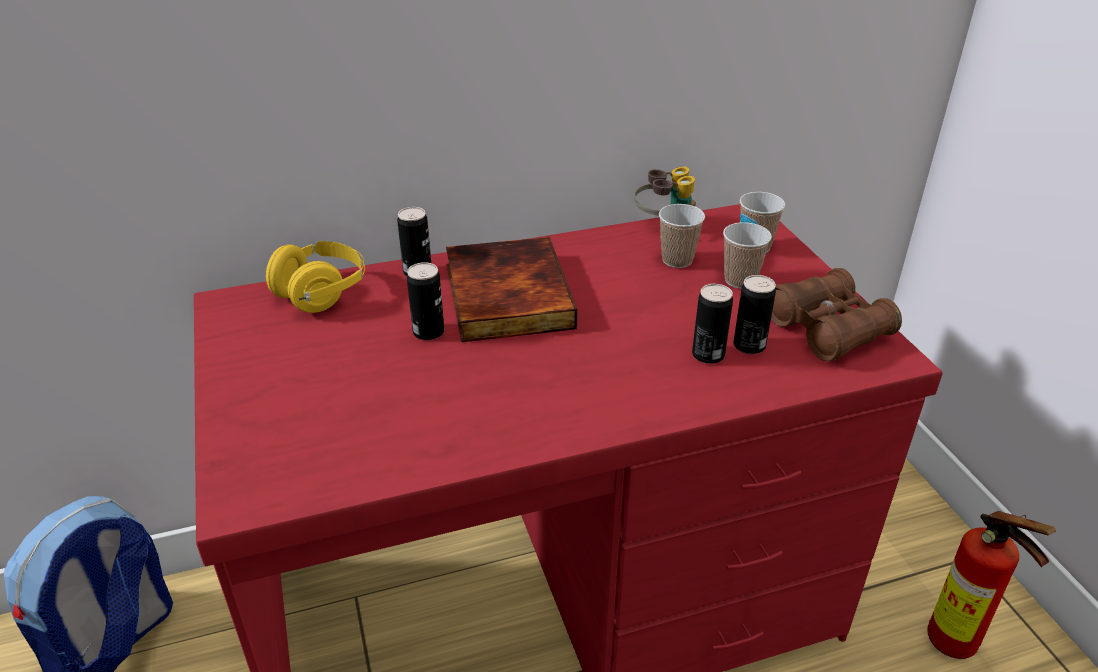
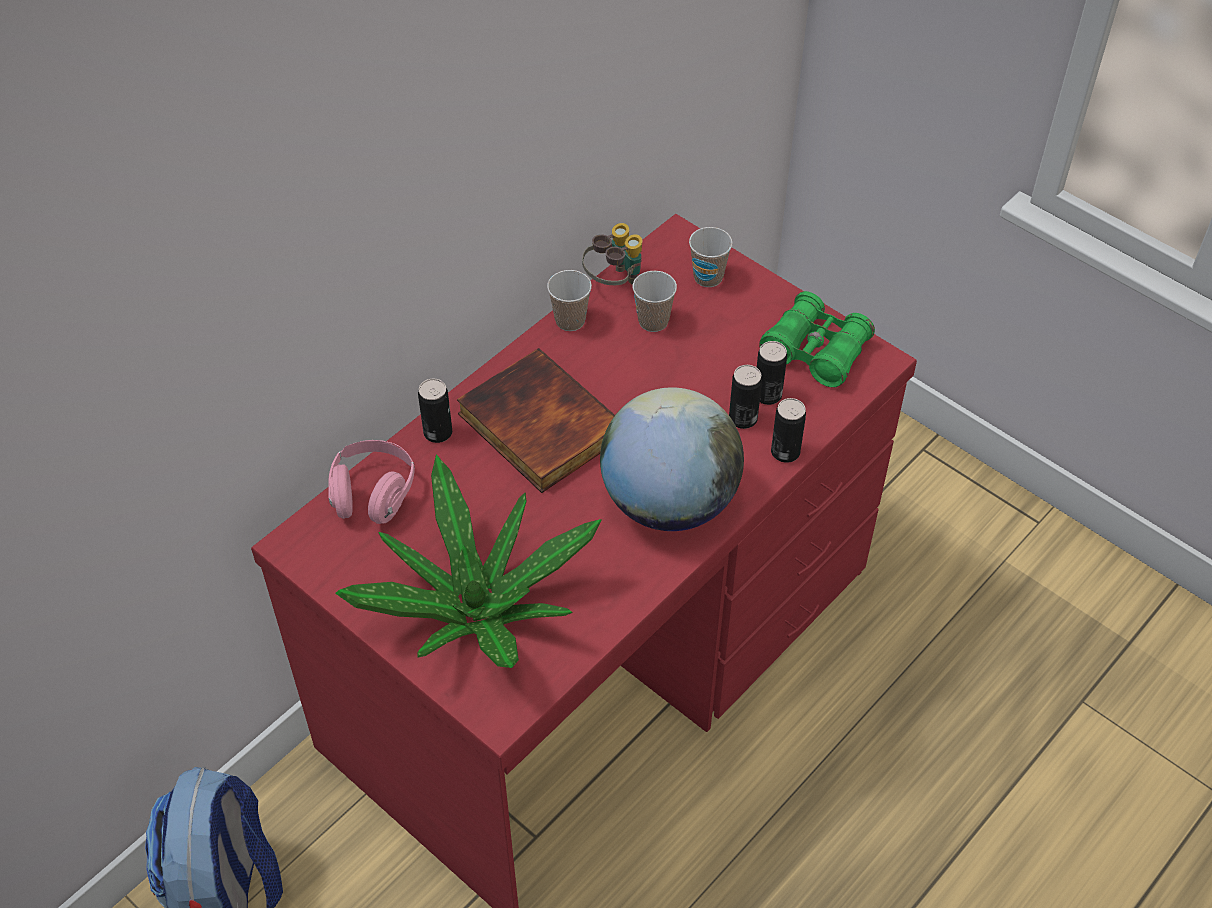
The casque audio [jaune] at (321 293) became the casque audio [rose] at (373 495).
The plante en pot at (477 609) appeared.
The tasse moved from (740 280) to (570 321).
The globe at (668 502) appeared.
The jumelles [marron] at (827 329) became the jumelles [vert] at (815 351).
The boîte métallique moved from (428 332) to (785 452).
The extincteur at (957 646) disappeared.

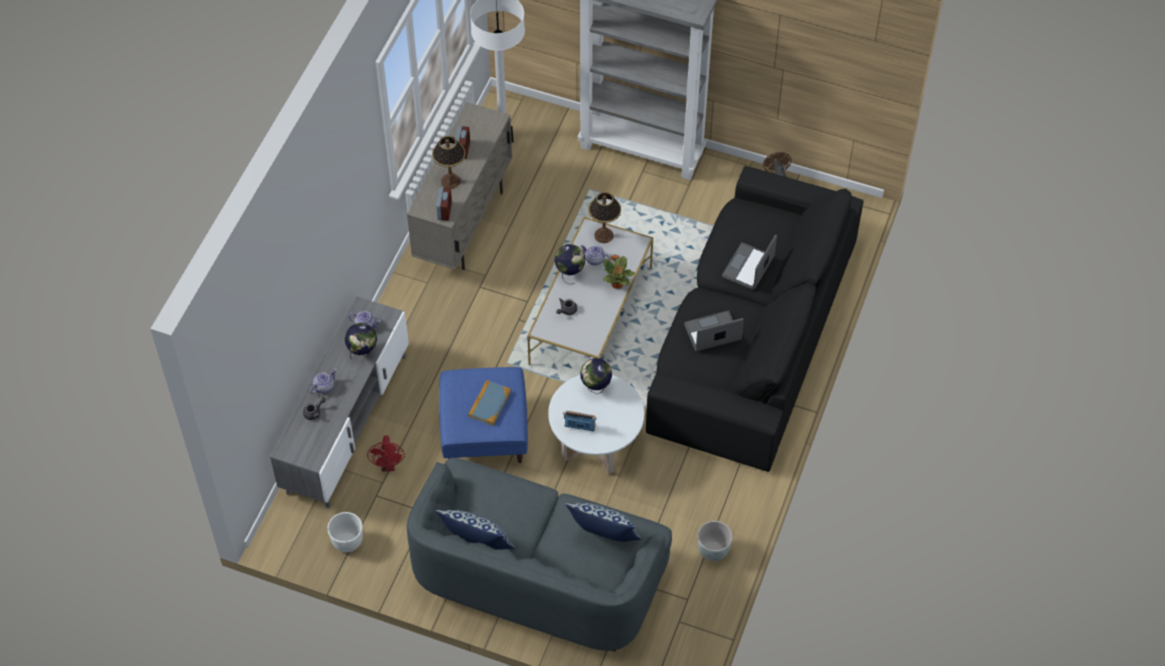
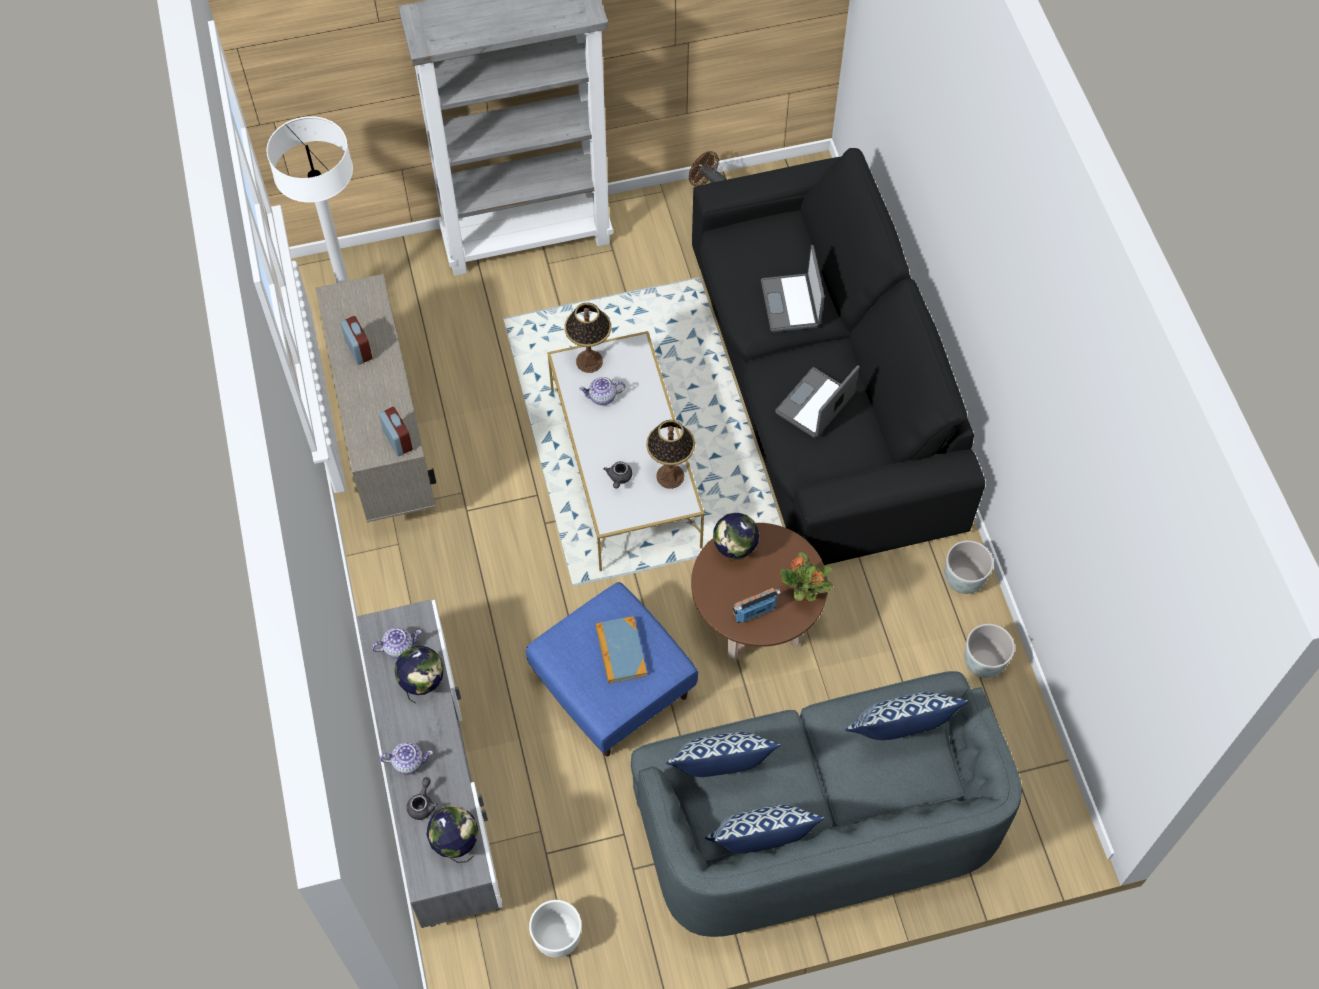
The théière at (324 387) turned 75 degrees clockwise.
The globe moved from (570 273) to (456 844).
The lampe de table moved from (450 181) to (670 476).
The coussin at (719 770) appeared.
The table basse [blanc] at (596 445) became the table basse [marron] at (755 621).
The plante en pot moved from (617 285) to (805 593).
The cache-pot [gris] at (964 580) appeared.
The ventilateur [rouge] at (388 465) disappeared.

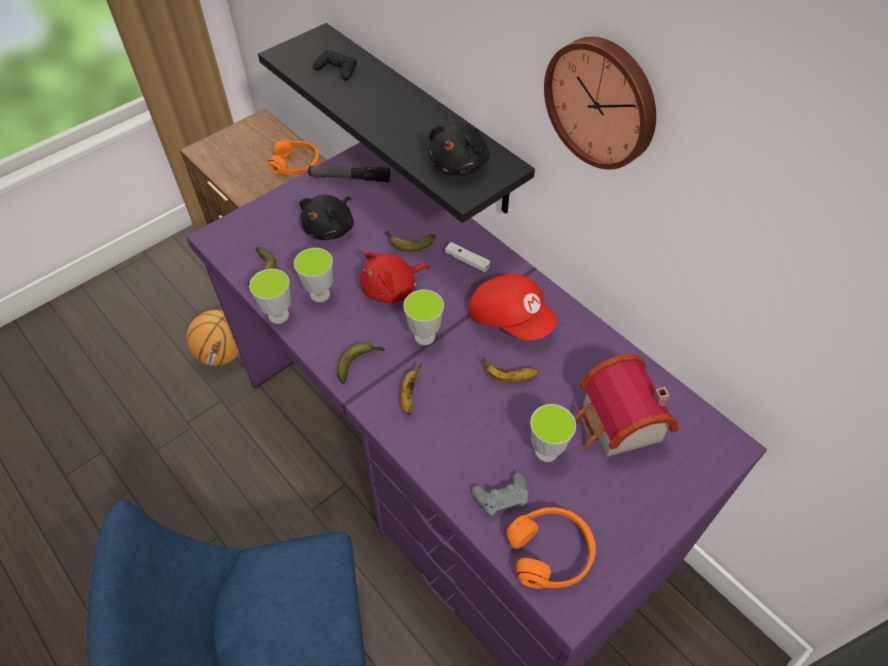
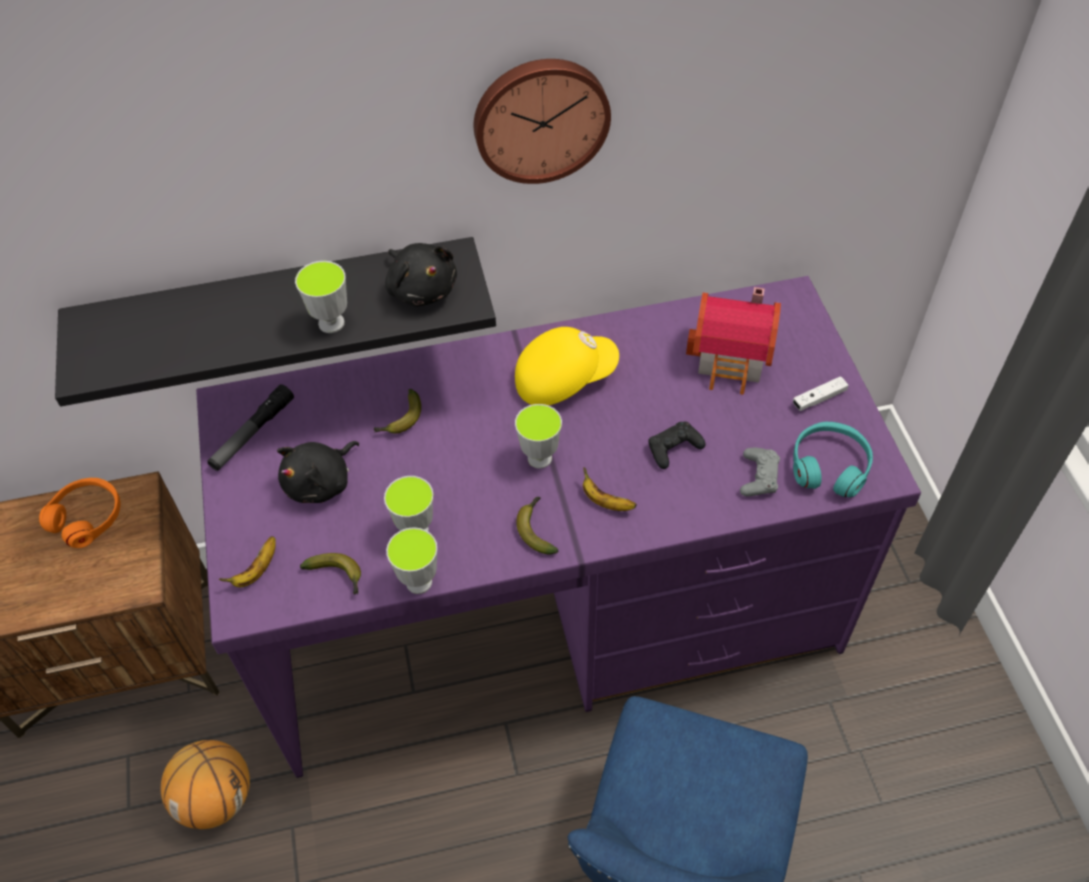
The banane moved from (509 377) to (256 571).
The peluche [noir] at (331 228) turned 75 degrees clockwise.
The tasse moved from (546 451) to (331 323).
The casquette [rouge] at (511 318) became the casquette [jaune] at (564 378).
The manette [noir] moved from (337 70) to (674 448).
The manette [blanc] moved from (467 261) to (819 398).
The casque audio [orange] at (550 552) became the casque audio [turquoise] at (829 466).
The peluche [rouge] at (392 289) disappeared.

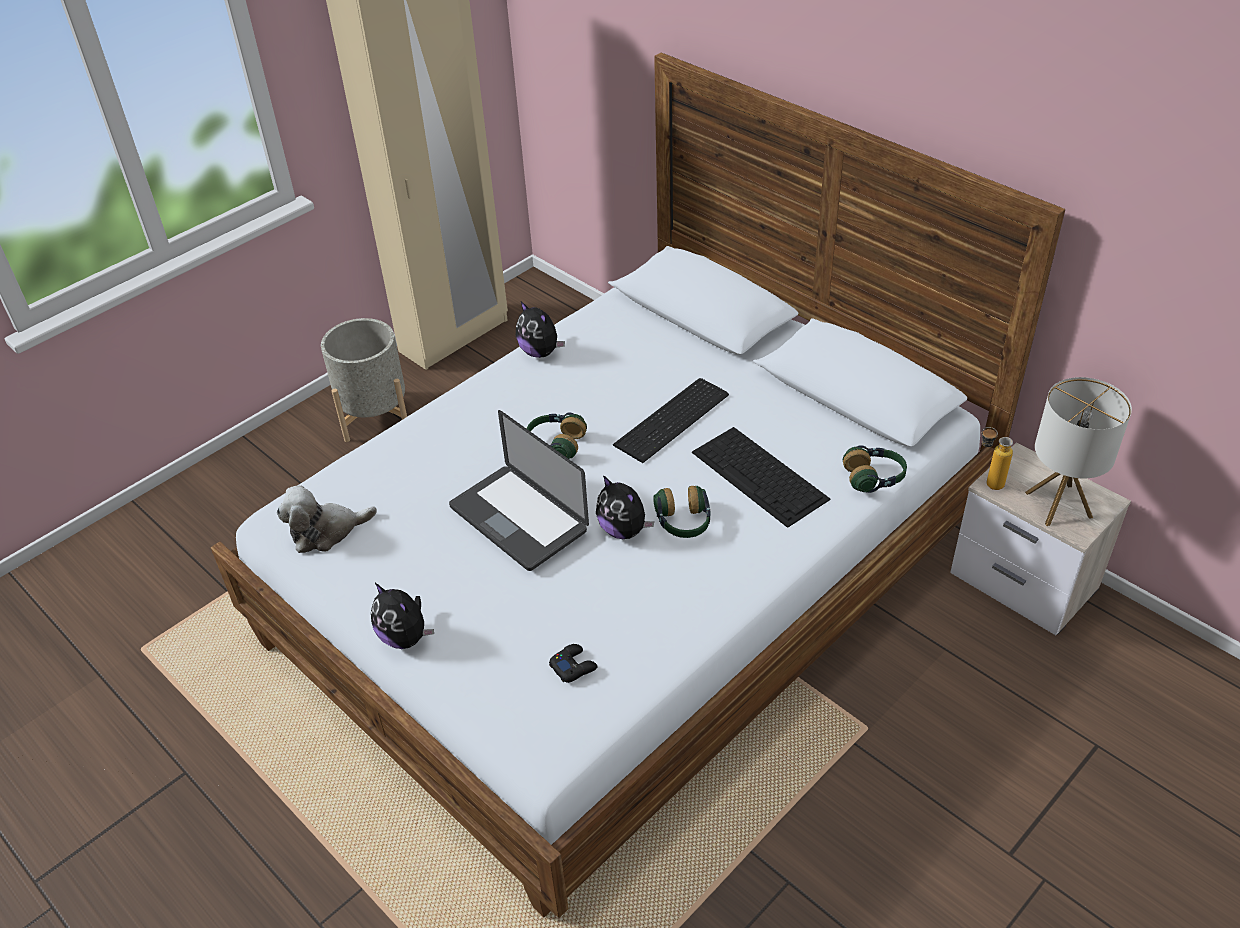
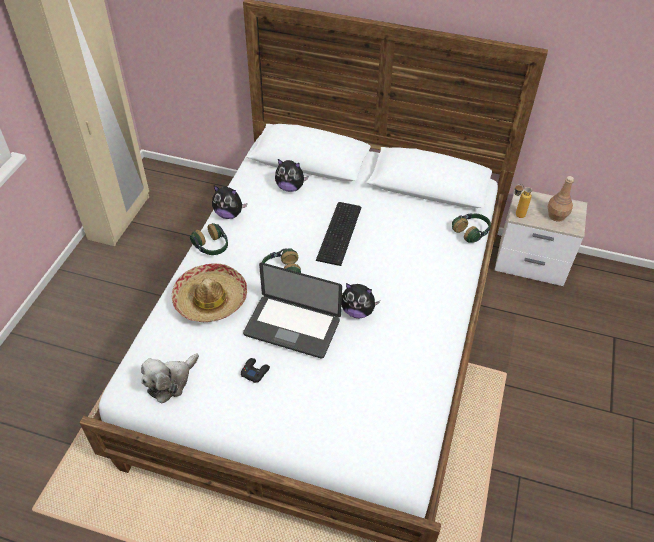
The chapeau at (210 299) appeared.
The casque audio moved from (683 523) to (212 247).
The manette [noir] moved from (573 666) to (255 371).
The peluche moved from (405 637) to (290 187).
The lampe de table at (1058 504) was replaced by the bouteille [marron] at (556 216).
The cache-pot [gris] at (375 416) disappeared.
The clavier at (761 476) disappeared.

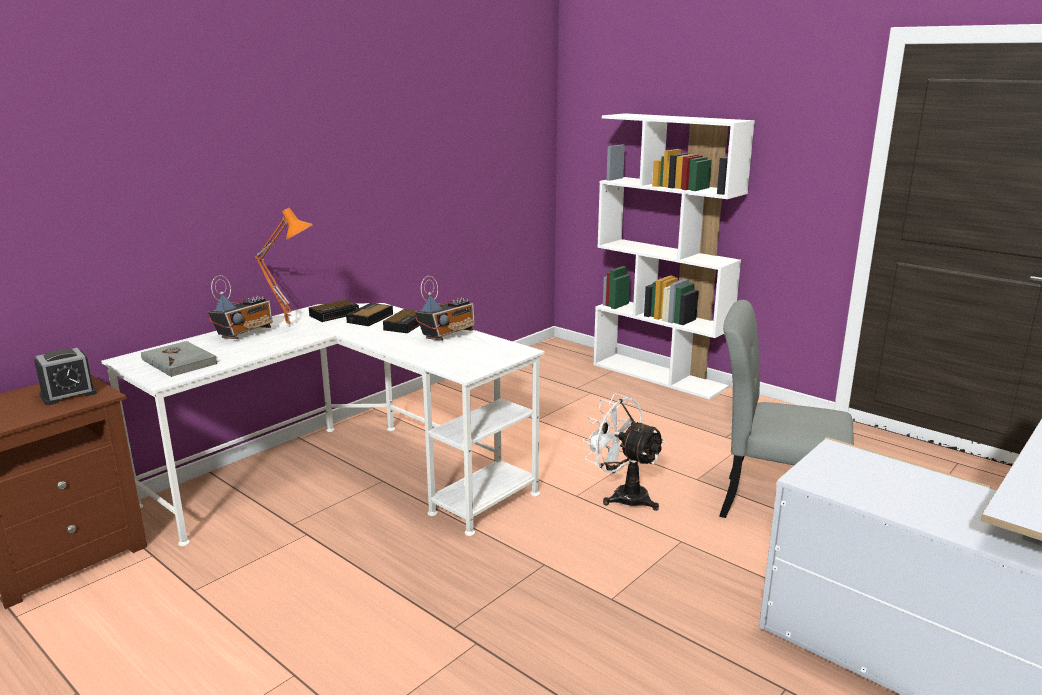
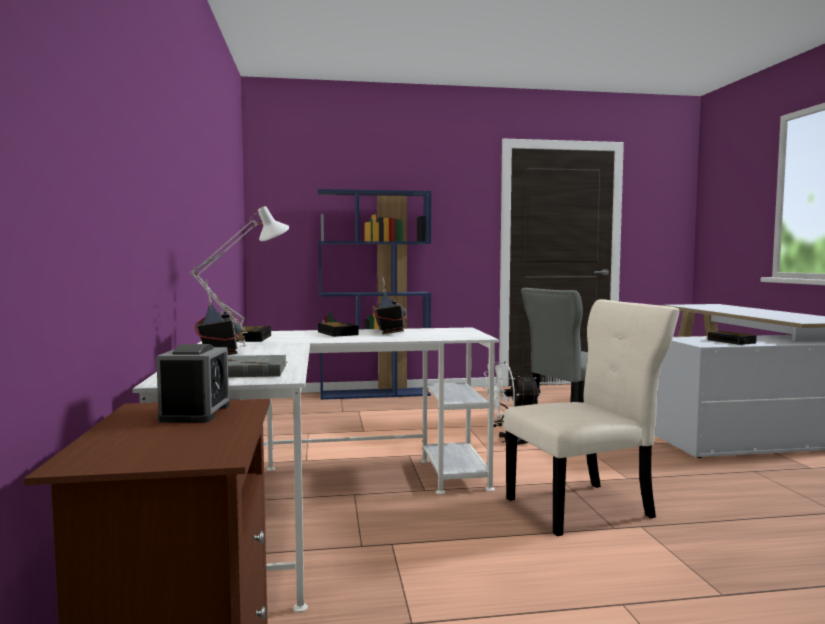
The lampe de table [orange] at (290 326) became the lampe de table [blanc] at (243 346).
The bibliothèque [blanc] at (659 375) became the bibliothèque [bleu] at (375 394).
The chaise [beige] at (584 507) appeared.
The réveil moved from (369 318) to (732 341).

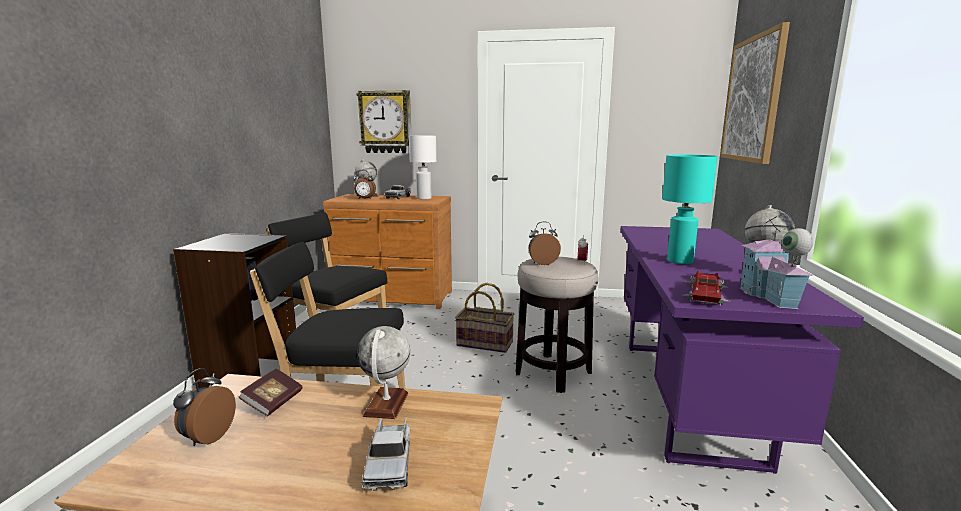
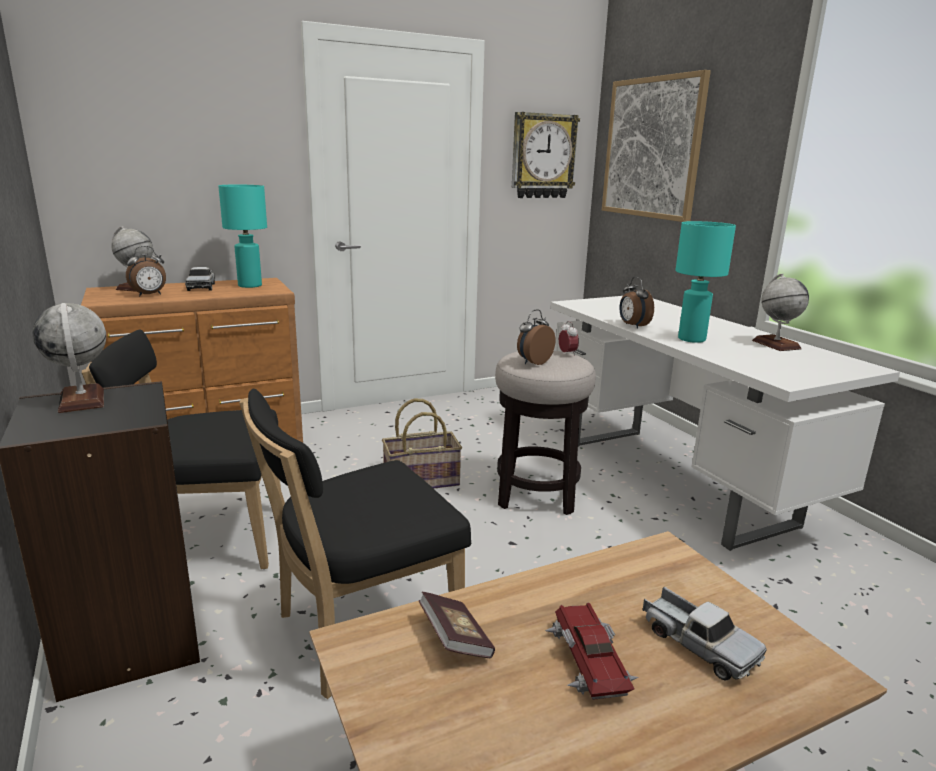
The globe moved from (386 404) to (82 400).
The lampe de table [blanc] at (424 198) became the lampe de table [turquoise] at (250 285).
The horloge murale moved from (385 122) to (542 156).
The petite voiture moved from (704 295) to (588 659).
The bureau [violet] at (688 397) became the bureau [blanc] at (675 480).
The réveil moved from (207 437) to (632 326).
The maison miniature at (769 297) disappeared.

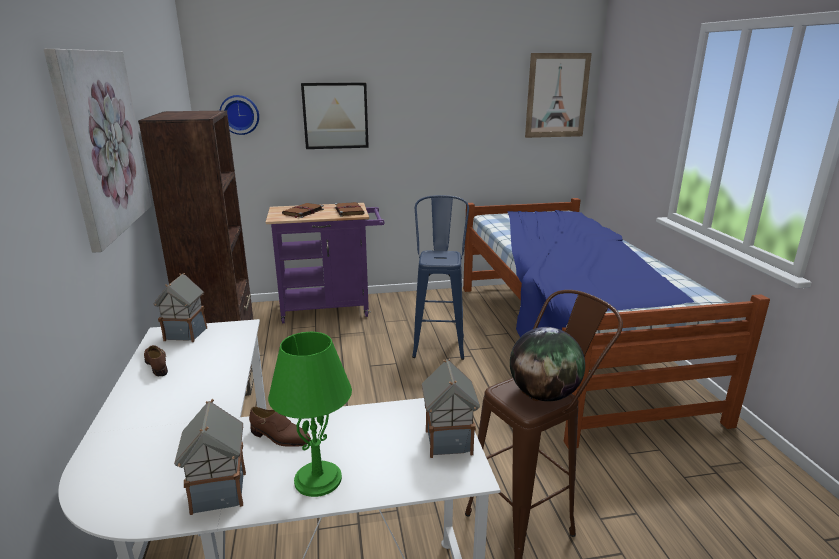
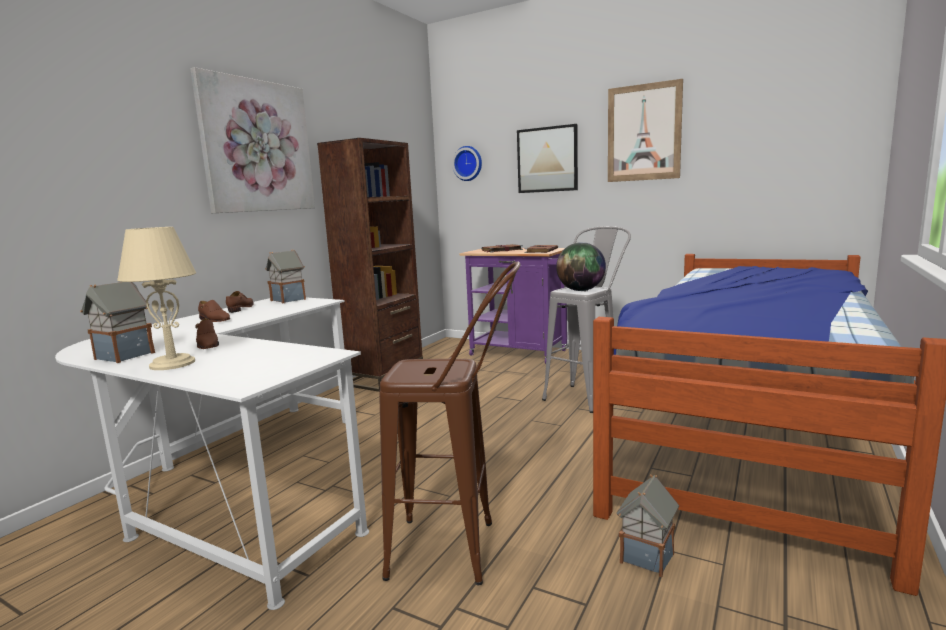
The lampe de table [vert] at (318 478) became the lampe de table [beige] at (173 363).
The chaussure [marron] at (214 320) appeared.
The tabouret [bleu] at (439 342) became the tabouret [gris] at (587 395).
The globe moved from (544 394) to (581 290).
The tableau moved from (557 96) to (643 133).
The maison miniature moved from (448 441) to (646 557).

